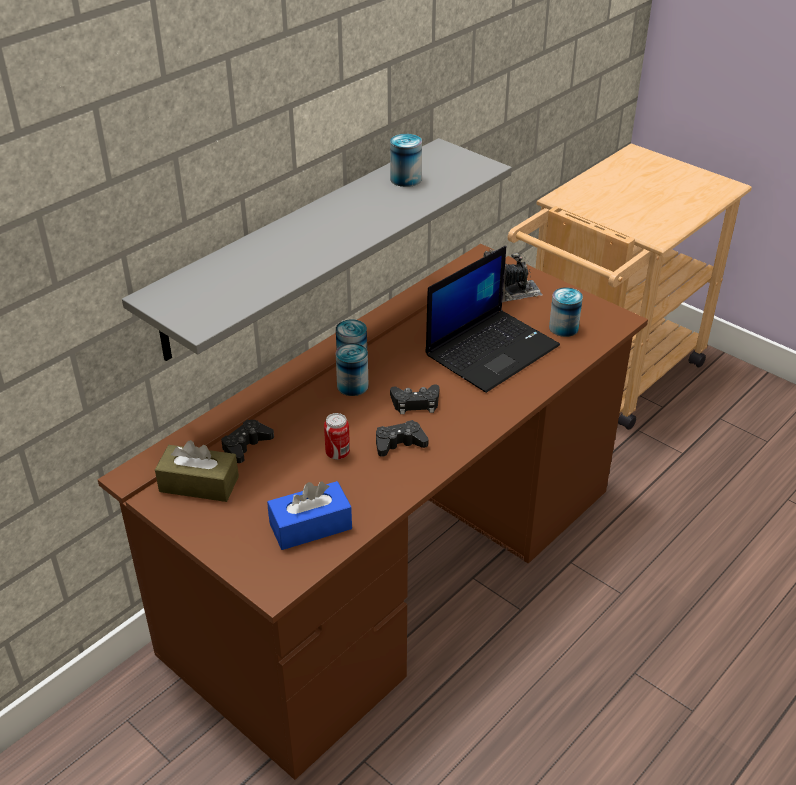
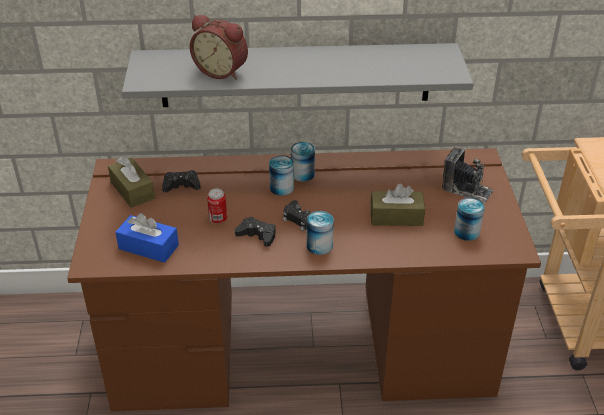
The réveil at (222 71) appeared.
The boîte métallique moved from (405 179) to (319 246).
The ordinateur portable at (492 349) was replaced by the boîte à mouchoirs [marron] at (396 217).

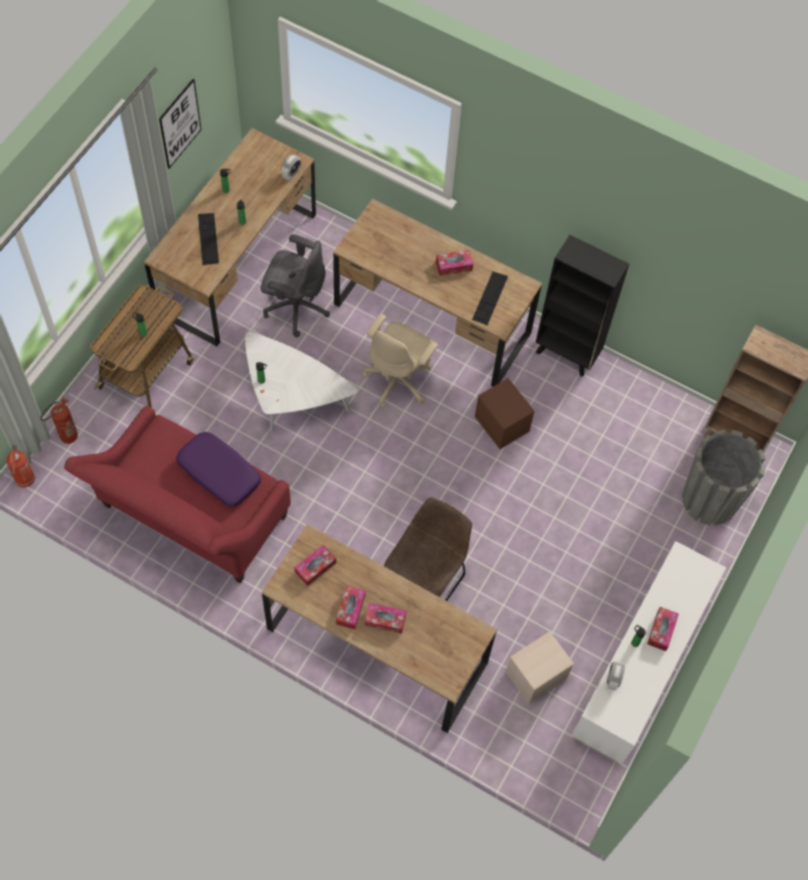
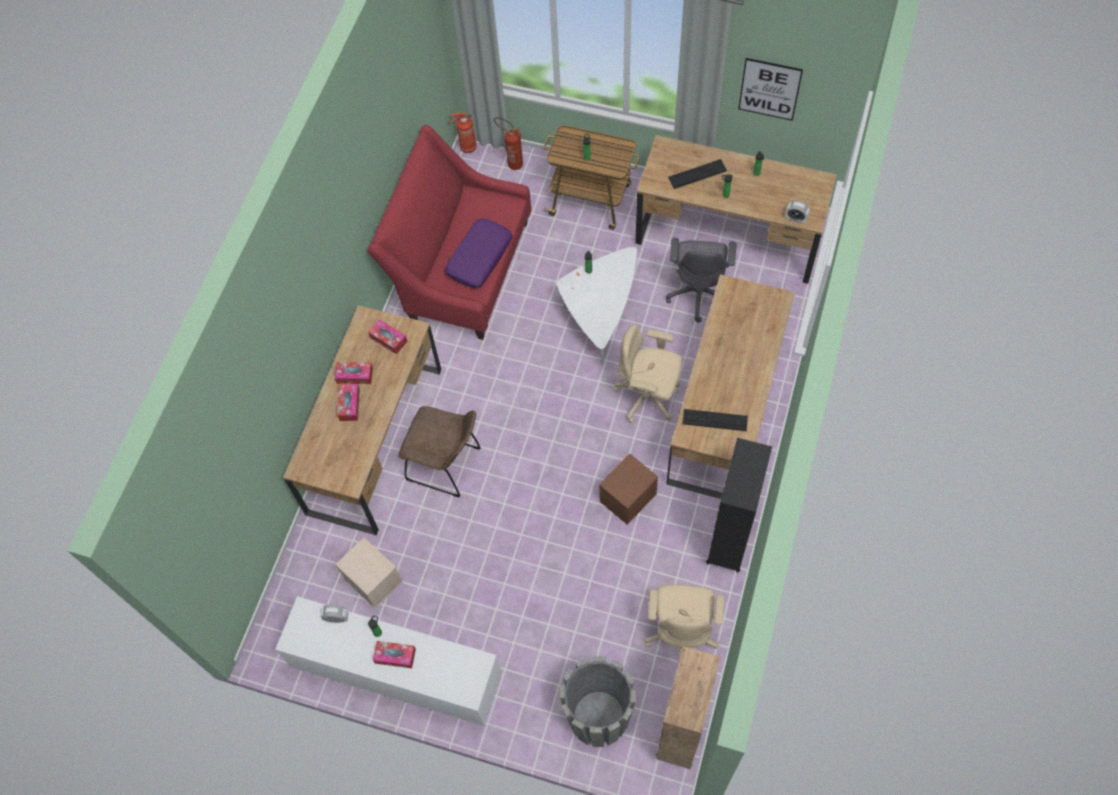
The chaise de bureau [beige] at (681 633) appeared.
The boîte à mouchoirs at (454 266) disappeared.

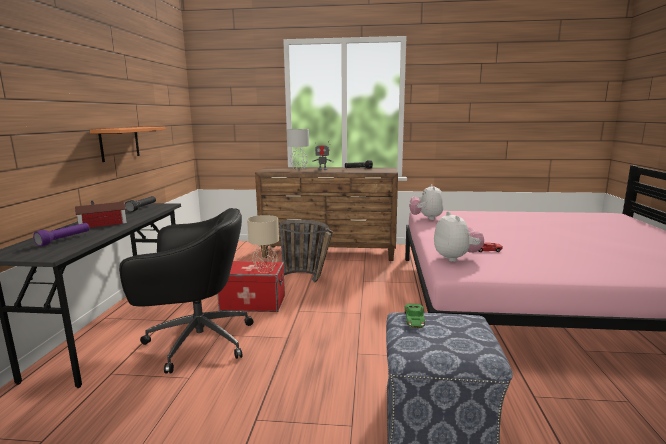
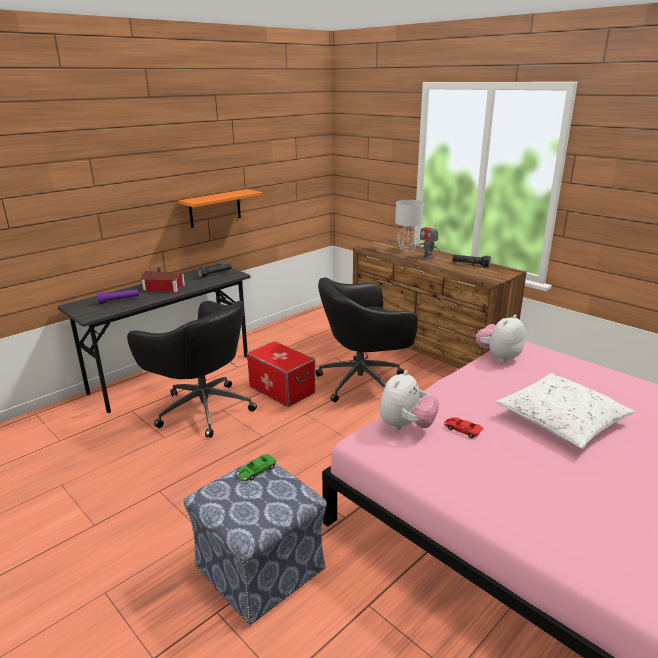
The panier at (309 278) was replaced by the chaise de bureau [noir] at (363 381).
The coussin [blanc] at (562 419) appeared.
The lampe de table [beige] at (266 270) disappeared.

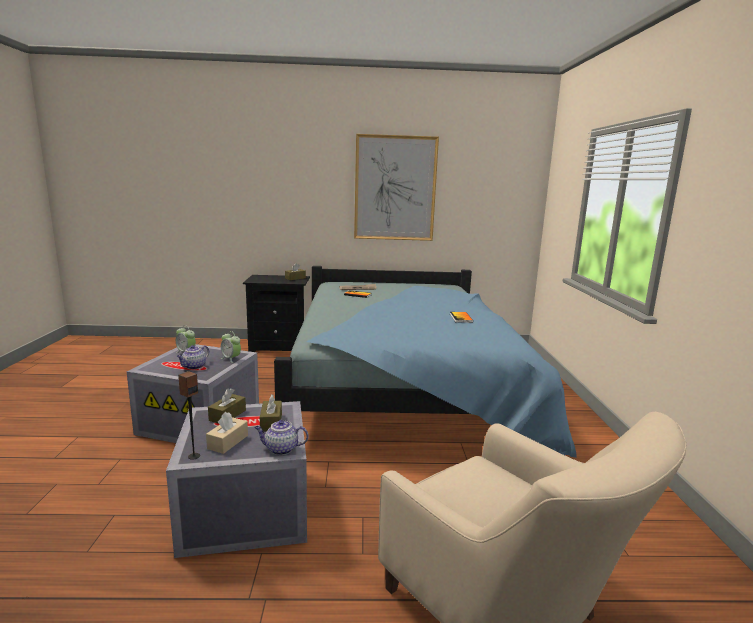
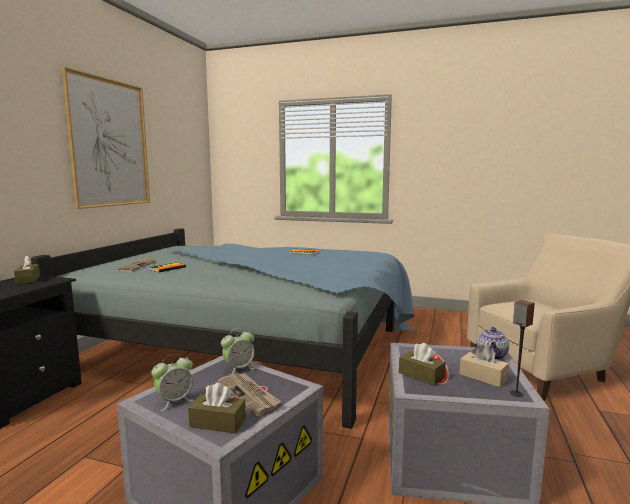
The boîte à mouchoirs [marron] moved from (271 422) to (218 423).
The théière at (194 367) was replaced by the journal at (249 395).

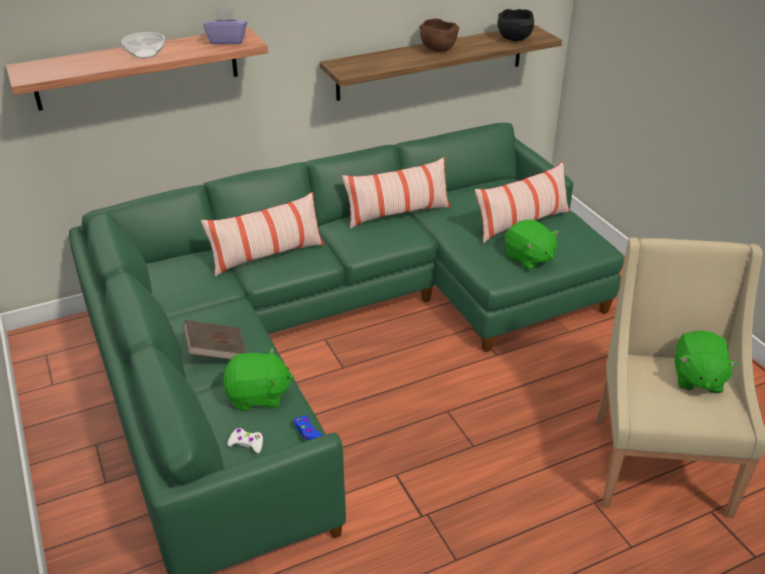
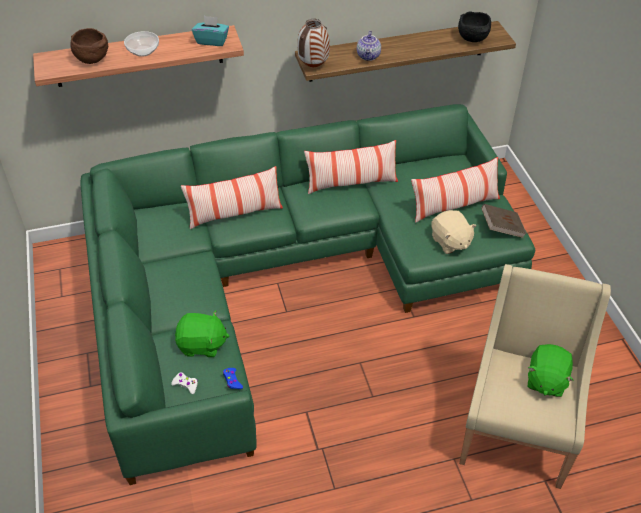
The bol [marron] moved from (437 50) to (91 59).
The boîte à mouchoirs [violet] at (227 41) became the boîte à mouchoirs [turquoise] at (212 41).
The vase at (313 66) appeared.
The théière at (369 56) appeared.
The peluche [vert] at (529 258) became the peluche [beige] at (450 242).
The livre [marron] moved from (216 351) to (501 228).

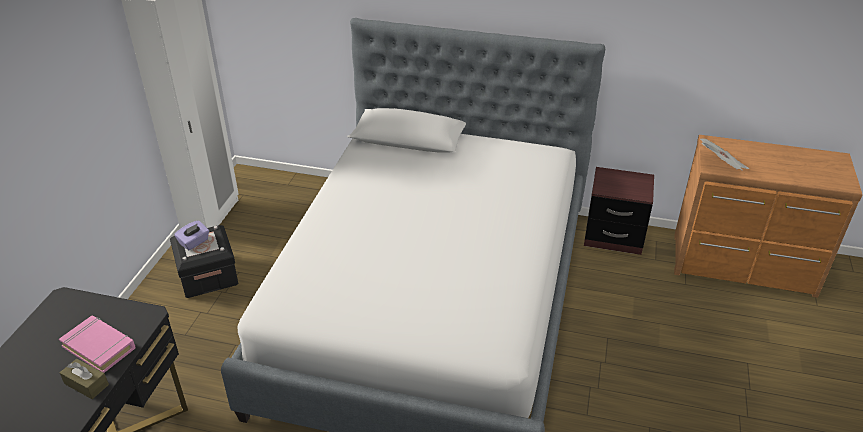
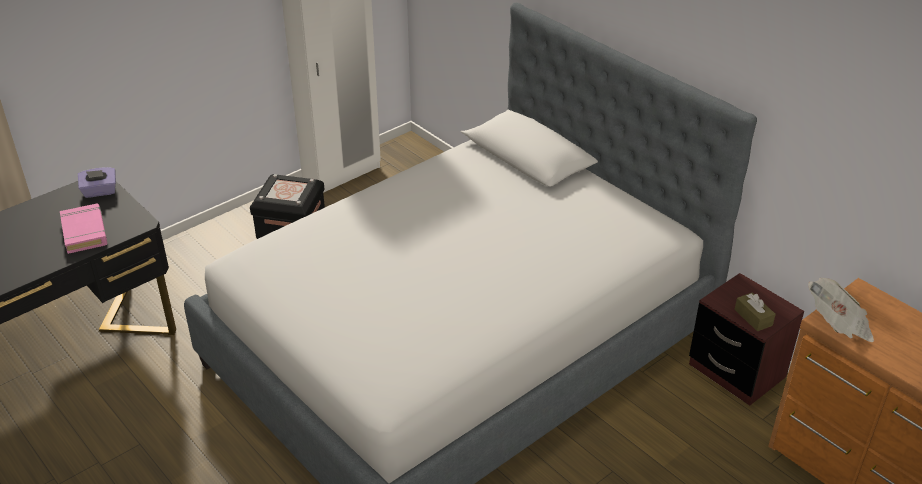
The boîte à mouchoirs [violet] moved from (194 242) to (100 191).
The boîte à mouchoirs [marron] moved from (86 384) to (753 317).

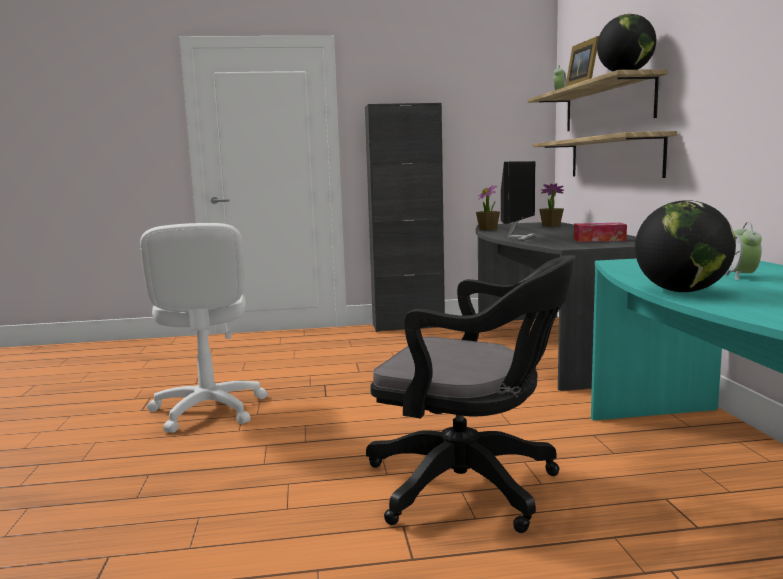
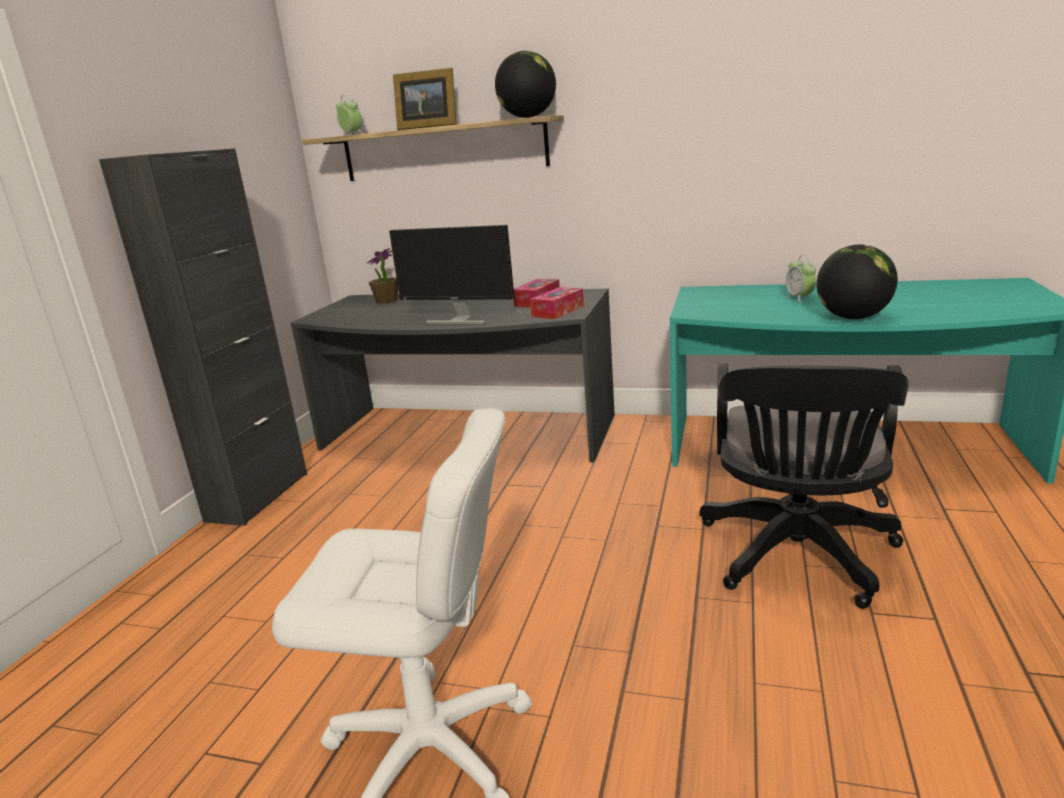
The écran d'ordinateur at (518 237) turned 150 degrees clockwise.
The boîte à mouchoirs at (558 311) appeared.
The chaise de bureau [noir] at (471 487) turned 150 degrees clockwise.
The réveil at (741 277) turned 45 degrees clockwise.
The plante en pot at (488 229) disappeared.
The étagère at (613 157) disappeared.

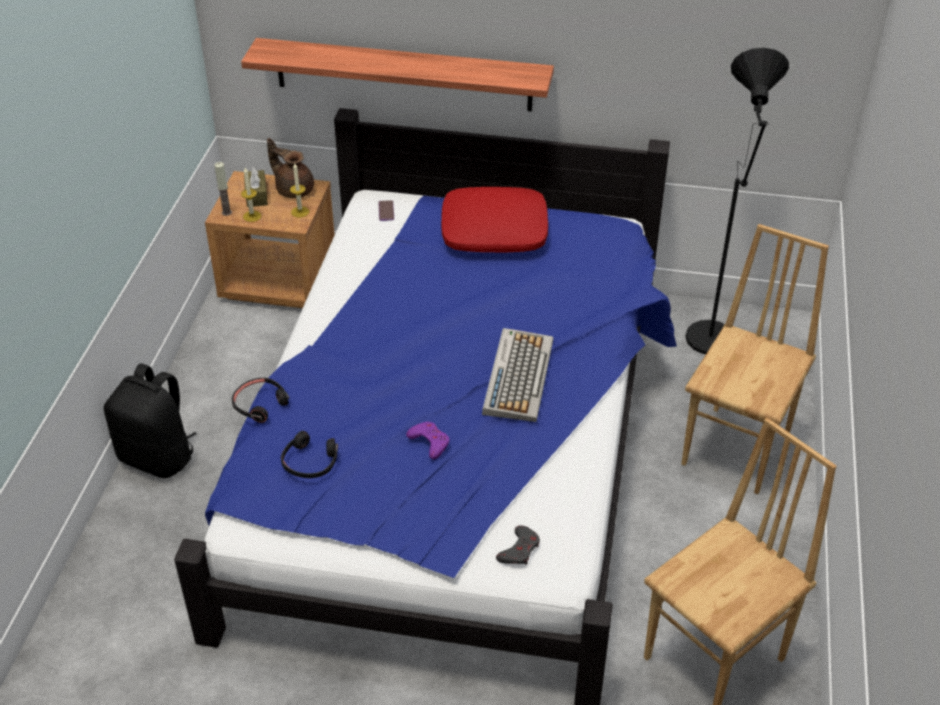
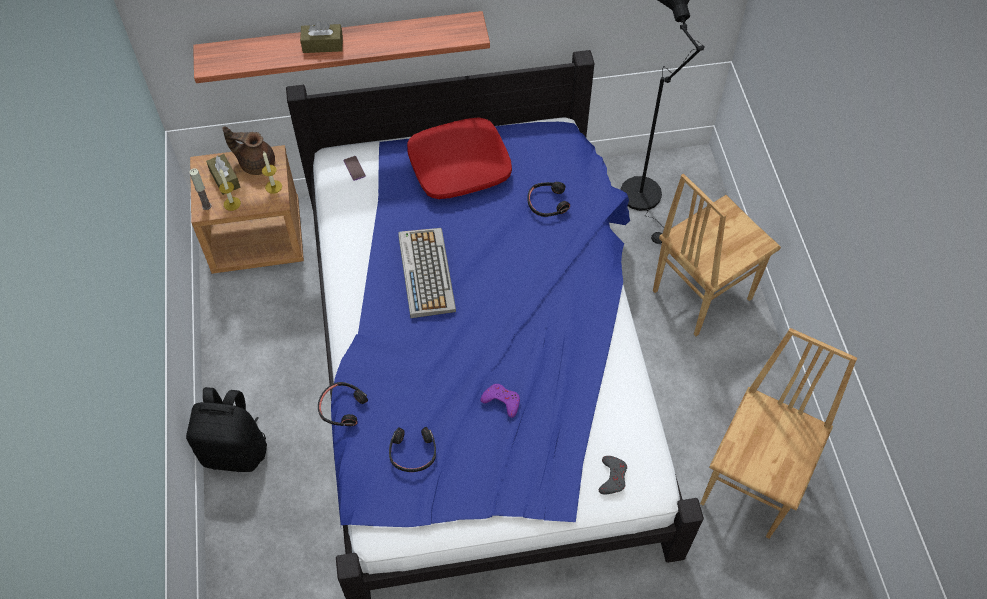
The boîte à mouchoirs [marron] at (322 45) appeared.
The clavier moved from (517 375) to (425 272).
The casque audio [noir] at (547 203) appeared.
The chaise [marron] at (738 449) turned 135 degrees counterclockwise.

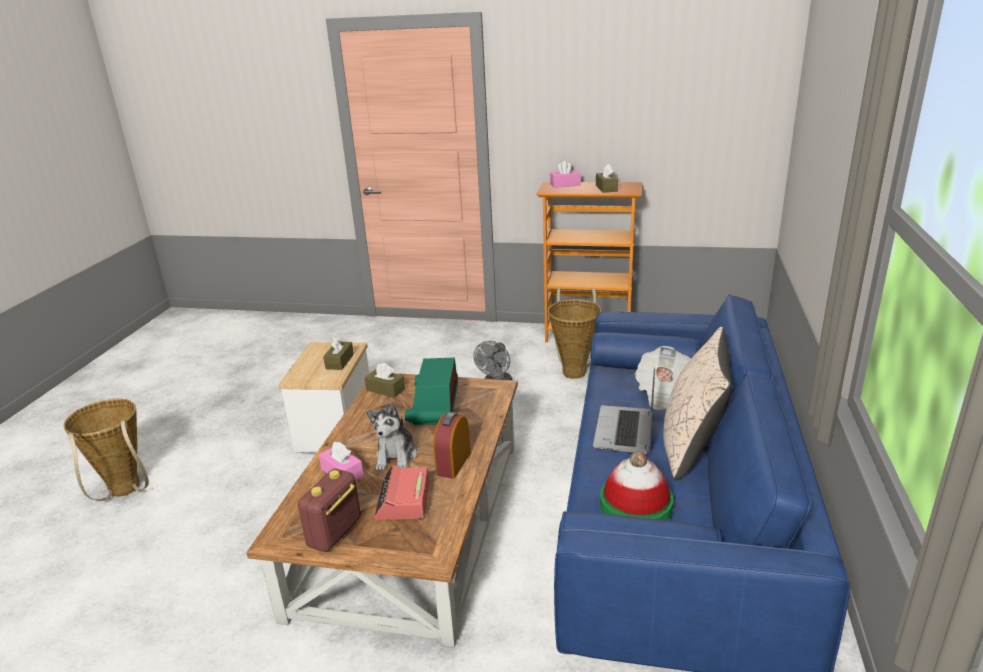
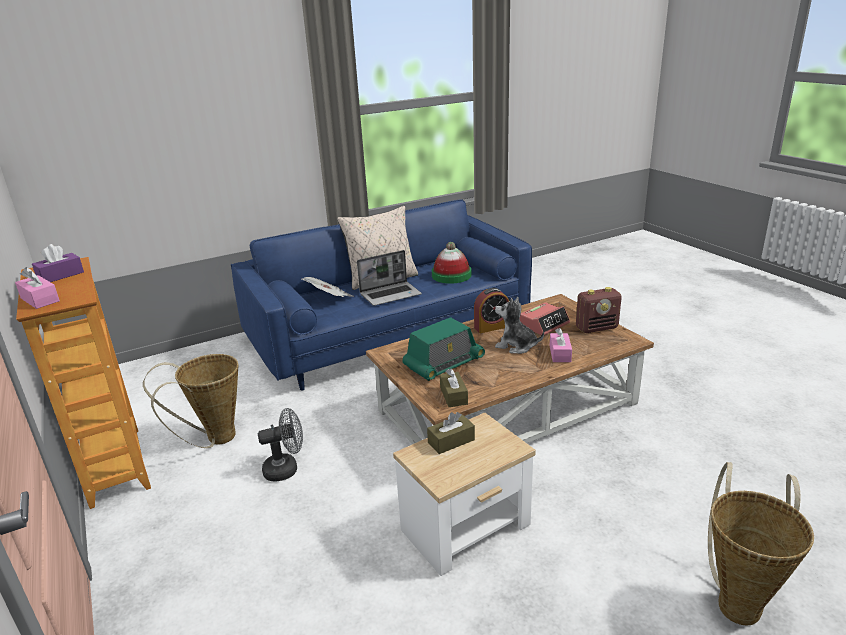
The boîte à mouchoirs [marron] at (606 188) became the boîte à mouchoirs [violet] at (60 275).
The peluche at (396 456) turned 120 degrees counterclockwise.

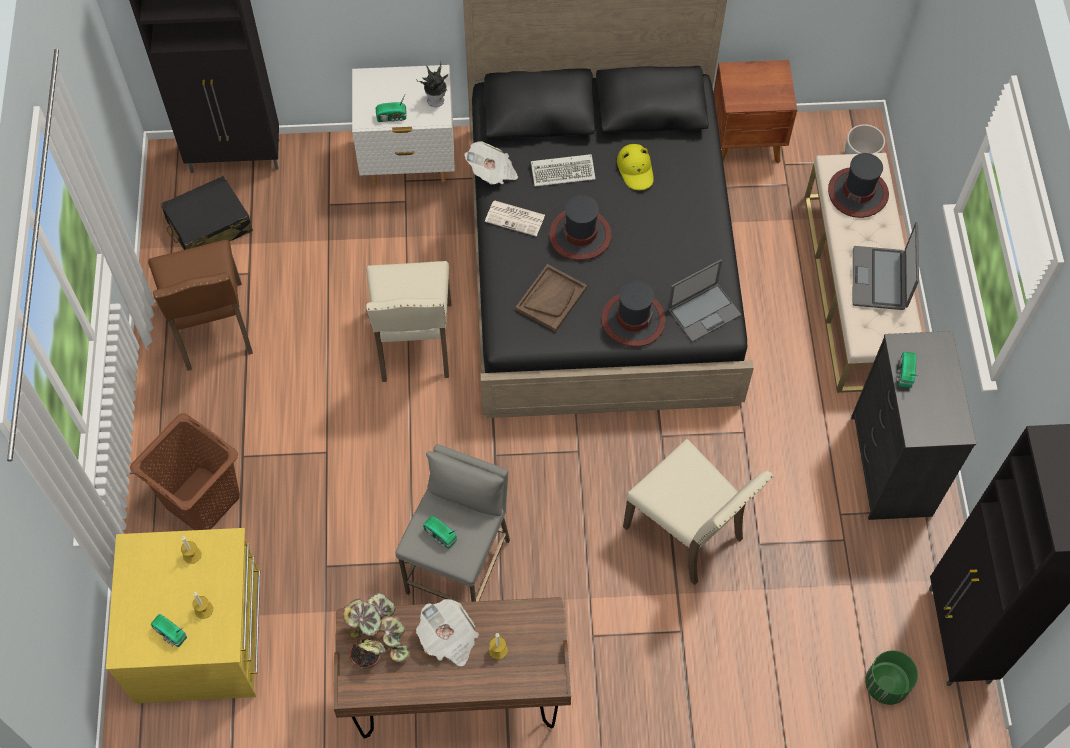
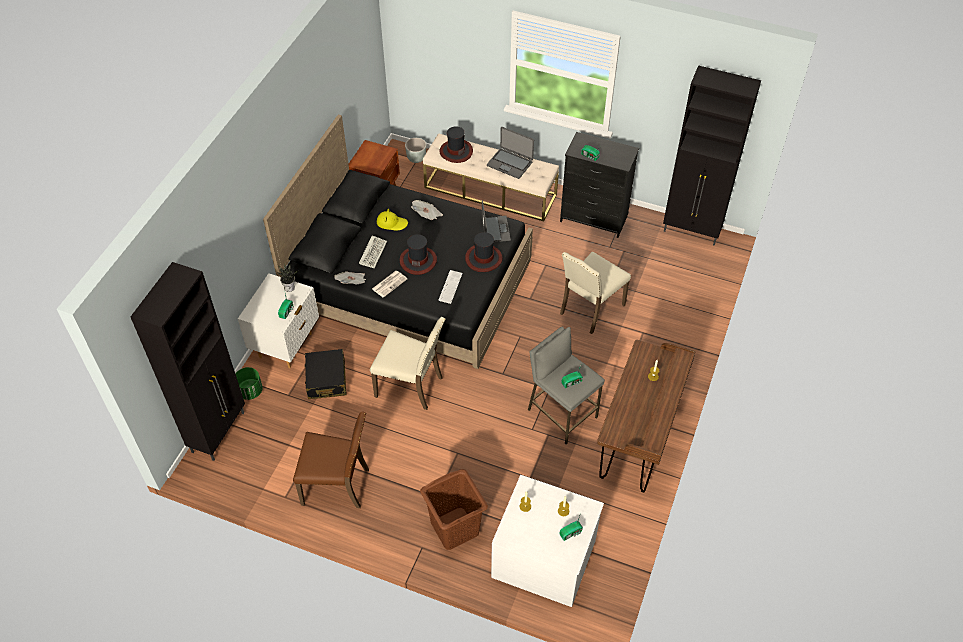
The cache-pot [vert] moved from (886 685) to (250 391).
The valise [noir] moved from (209 226) to (326 380).
The journal moved from (448 639) to (427 215).
The plateau [marron] at (551 299) was replaced by the clavier at (450 287).
The commode [jaune] at (201 636) became the commode [blanc] at (544 557).
The chaise [beige] at (687 532) turned 150 degrees clockwise.
The plante en pot at (377 638) disappeared.

